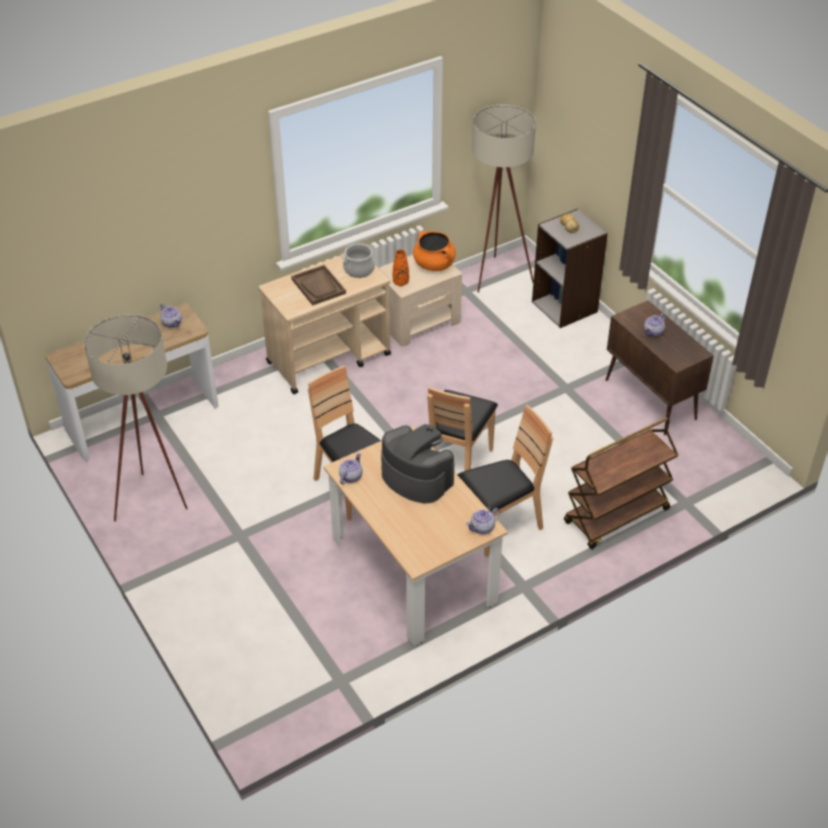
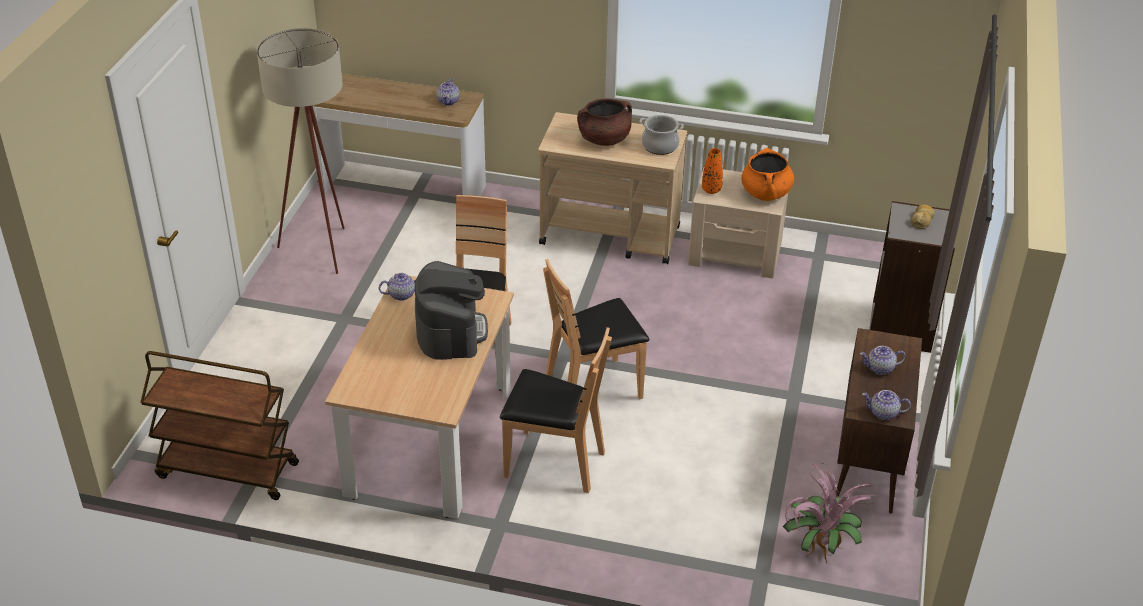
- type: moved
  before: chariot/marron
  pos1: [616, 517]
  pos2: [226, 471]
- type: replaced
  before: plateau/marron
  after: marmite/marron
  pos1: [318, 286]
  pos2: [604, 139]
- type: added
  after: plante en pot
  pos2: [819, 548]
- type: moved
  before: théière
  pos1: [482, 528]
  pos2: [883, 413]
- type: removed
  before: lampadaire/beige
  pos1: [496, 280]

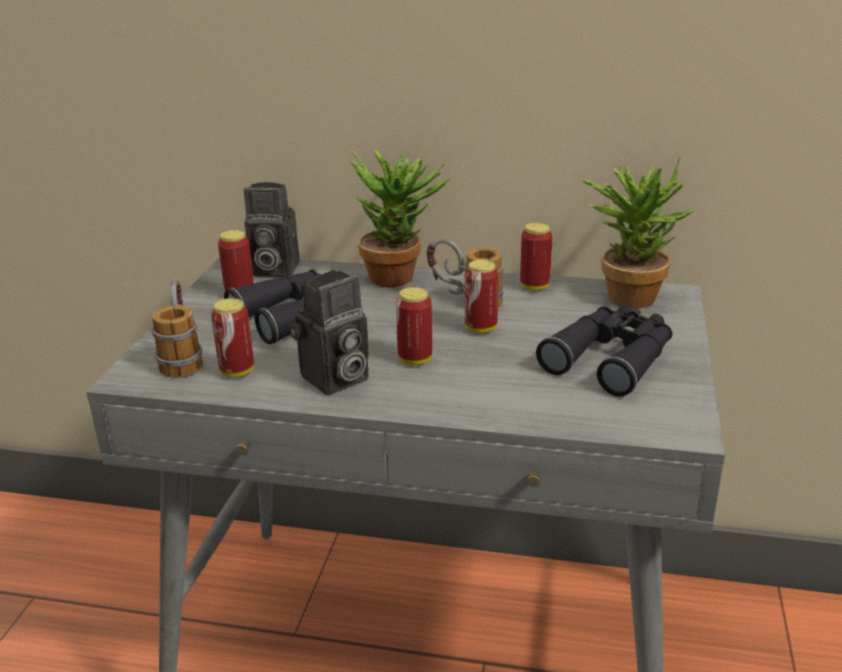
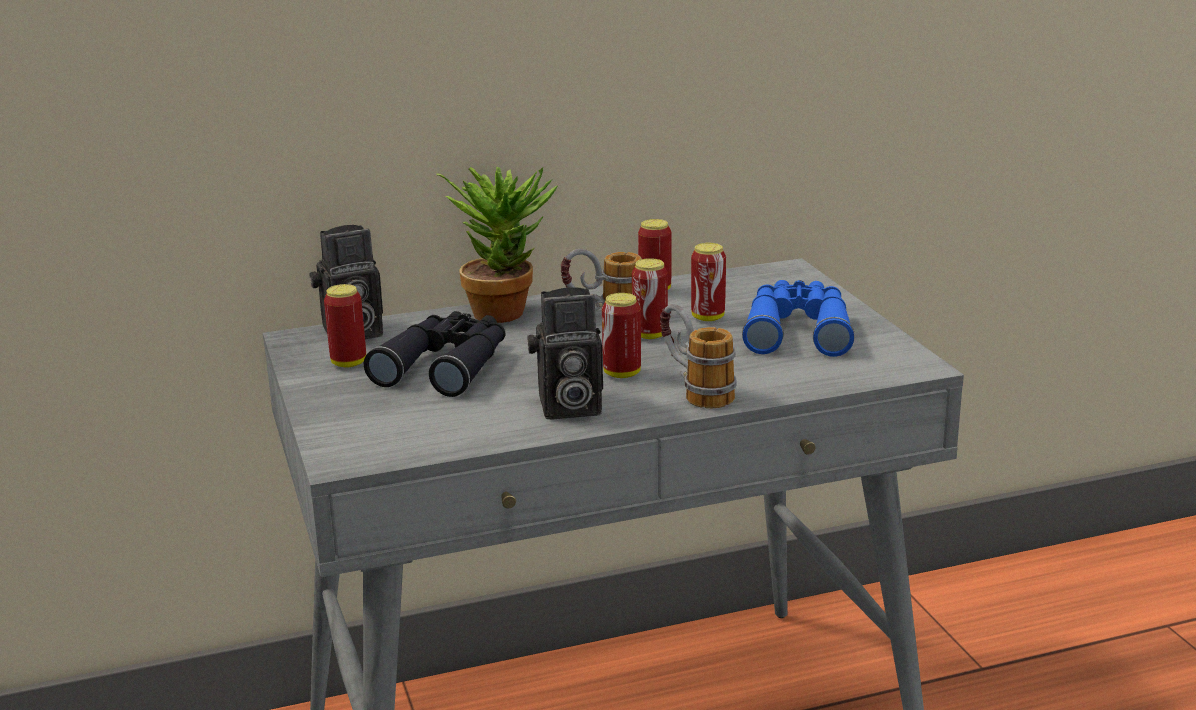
- type: turned
  before: appareil photo
  pos1: [334, 380]
  pos2: [566, 408]
  turn: 60
- type: moved
  before: mug
  pos1: [182, 357]
  pos2: [694, 391]
- type: moved
  before: boîte métallique
  pos1: [237, 371]
  pos2: [708, 317]
- type: recoloured
  before: jumelles/noir
  after: jumelles/bleu
  pos1: [612, 358]
  pos2: [797, 331]
- type: removed
  before: plante en pot
  pos1: [628, 293]

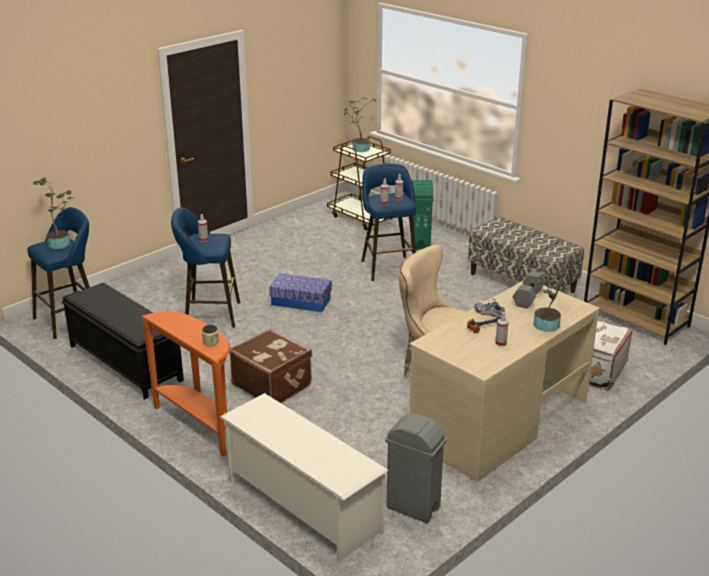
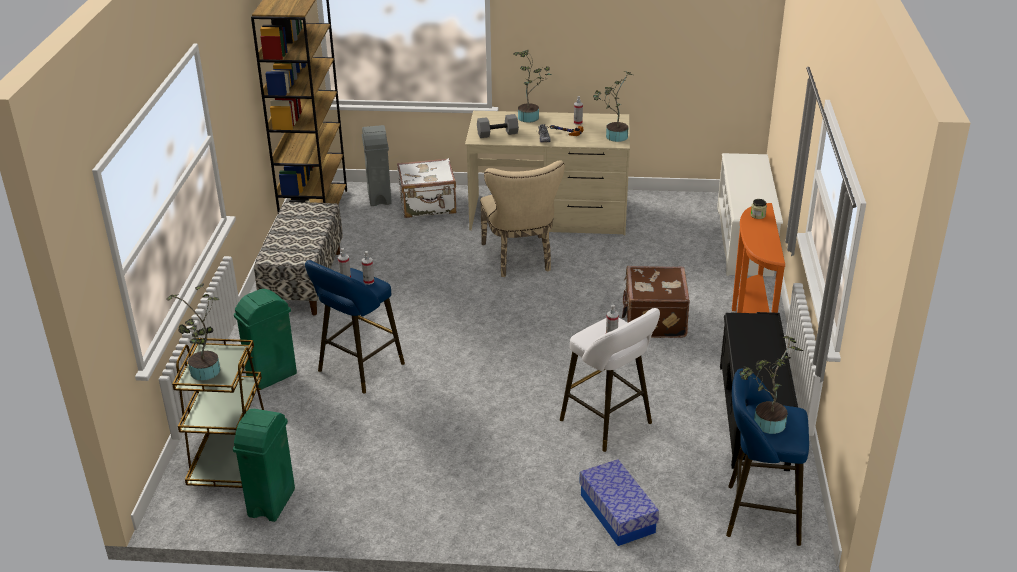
- type: added
  after: poubelle/vert
  pos2: [271, 503]
- type: moved
  before: poubelle/gris
  pos1: [413, 508]
  pos2: [379, 197]
- type: recoloured
  before: tabouret/bleu
  after: tabouret/blanc
  pos1: [208, 315]
  pos2: [609, 424]
- type: moved
  before: boîte de rangement
  pos1: [301, 302]
  pos2: [617, 513]
- type: added
  after: plante en pot
  pos2: [614, 137]

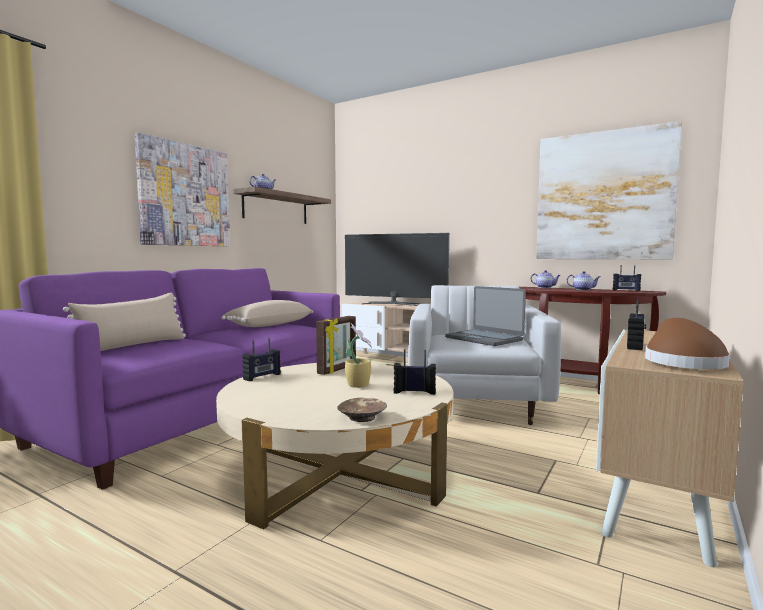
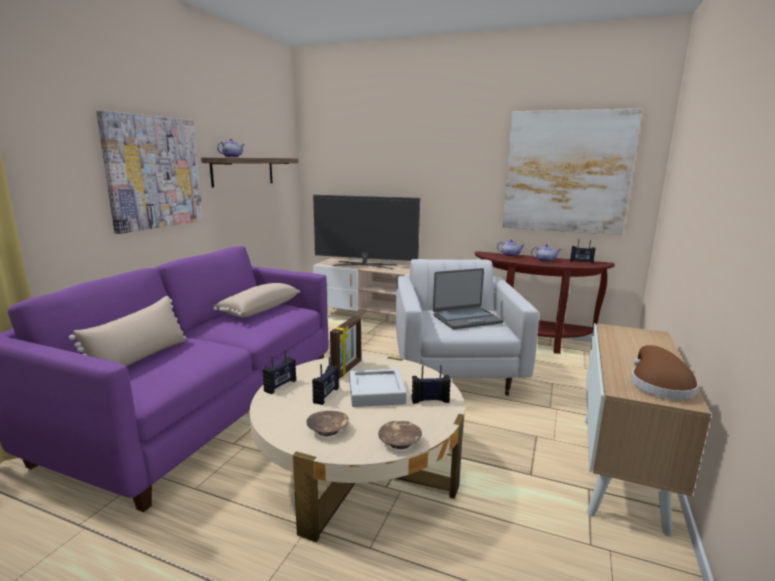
- type: added
  after: bol/marron
  pos2: [328, 430]
- type: moved
  before: radio
  pos1: [636, 346]
  pos2: [326, 395]
- type: replaced
  before: plante en pot
  after: plateau/gris
  pos1: [358, 385]
  pos2: [376, 392]
- type: turned
  before: ordinateur portable
  pos1: [484, 339]
  pos2: [466, 319]
  turn: -60

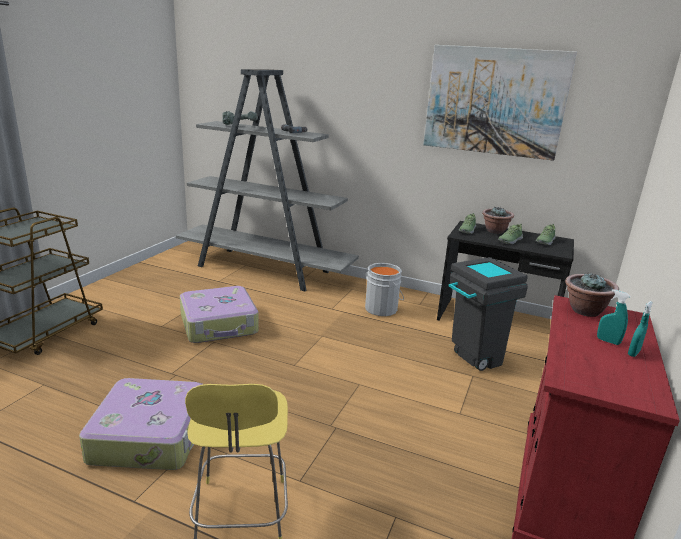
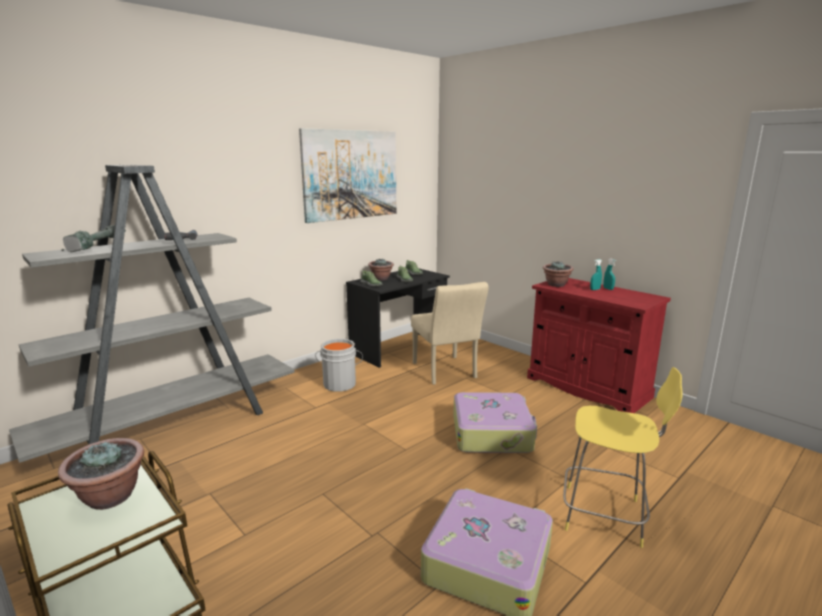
- type: added
  after: plante en pot
  pos2: [110, 497]
- type: replaced
  before: poubelle/gris
  after: chaise/beige
  pos1: [472, 360]
  pos2: [446, 372]
- type: moved
  before: valise
  pos1: [219, 324]
  pos2: [492, 433]

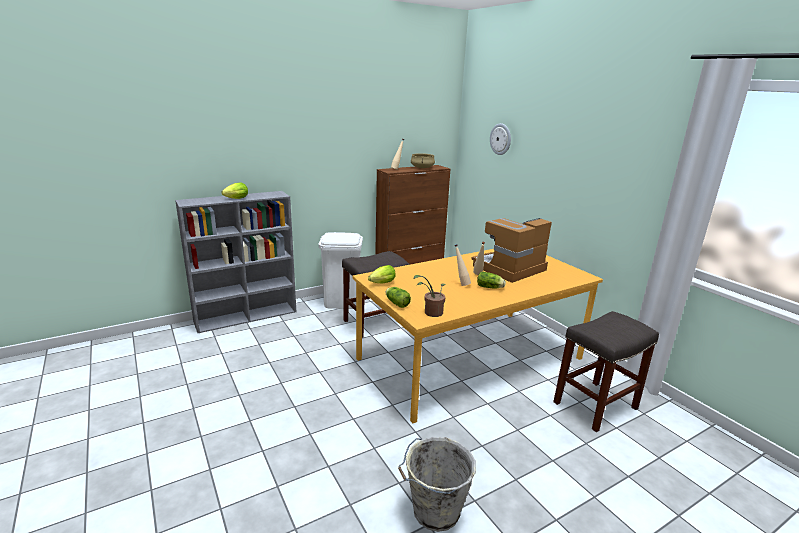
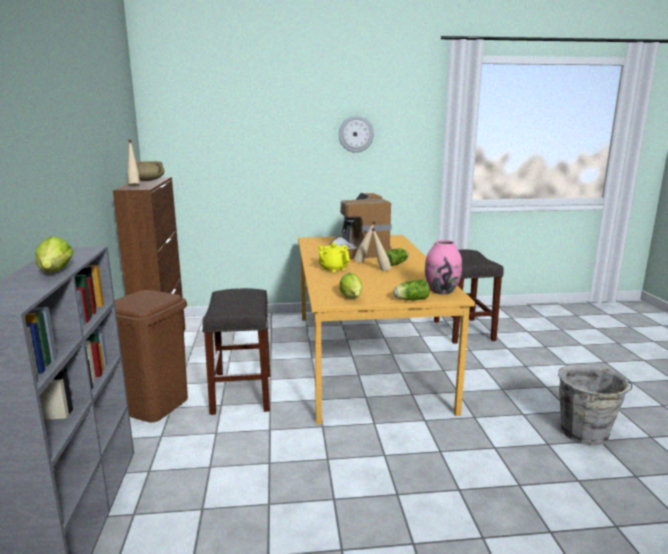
- type: recoloured
  before: poubelle/blanc
  after: poubelle/marron
  pos1: [342, 302]
  pos2: [155, 405]
- type: added
  after: théière/jaune
  pos2: [333, 268]
- type: moved
  before: horloge murale
  pos1: [500, 139]
  pos2: [356, 134]
- type: replaced
  before: plante en pot
  after: vase/rose
  pos1: [431, 313]
  pos2: [441, 291]

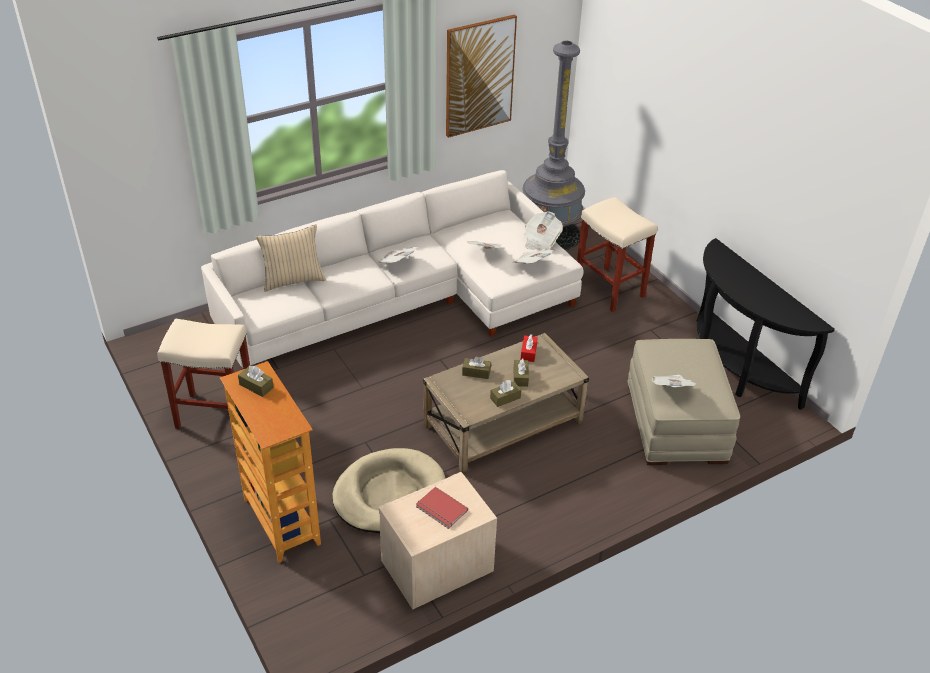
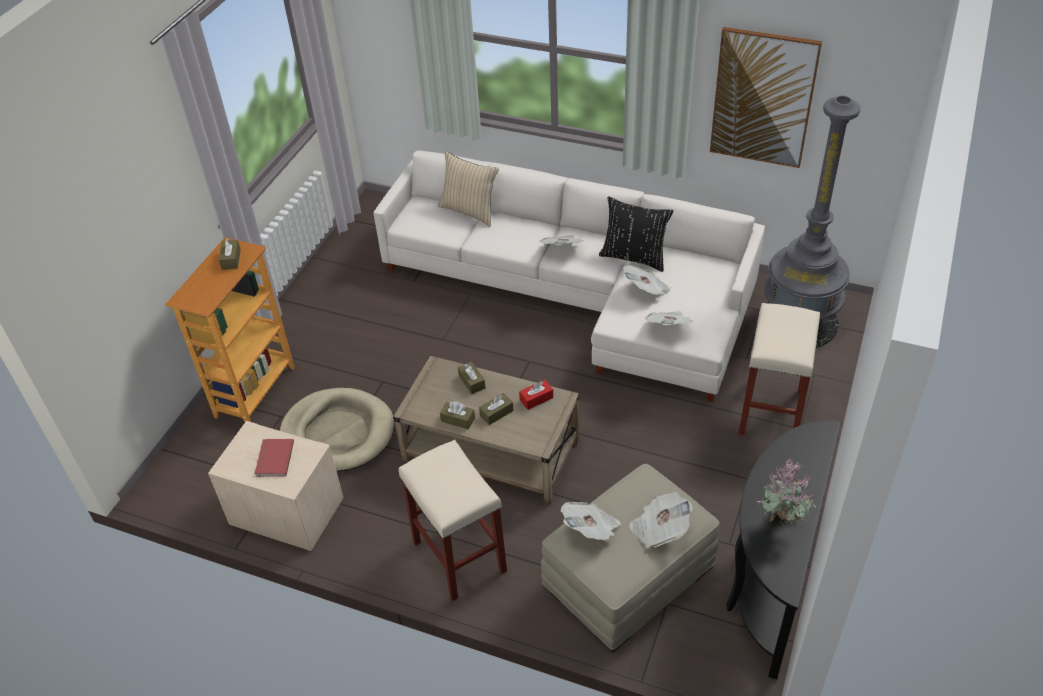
- type: moved
  before: tabouret/beige
  pos1: [217, 413]
  pos2: [460, 557]
- type: added
  after: coussin/noir
  pos2: [634, 257]
- type: moved
  before: journal
  pos1: [540, 240]
  pos2: [659, 529]
- type: added
  after: plante en pot
  pos2: [781, 524]

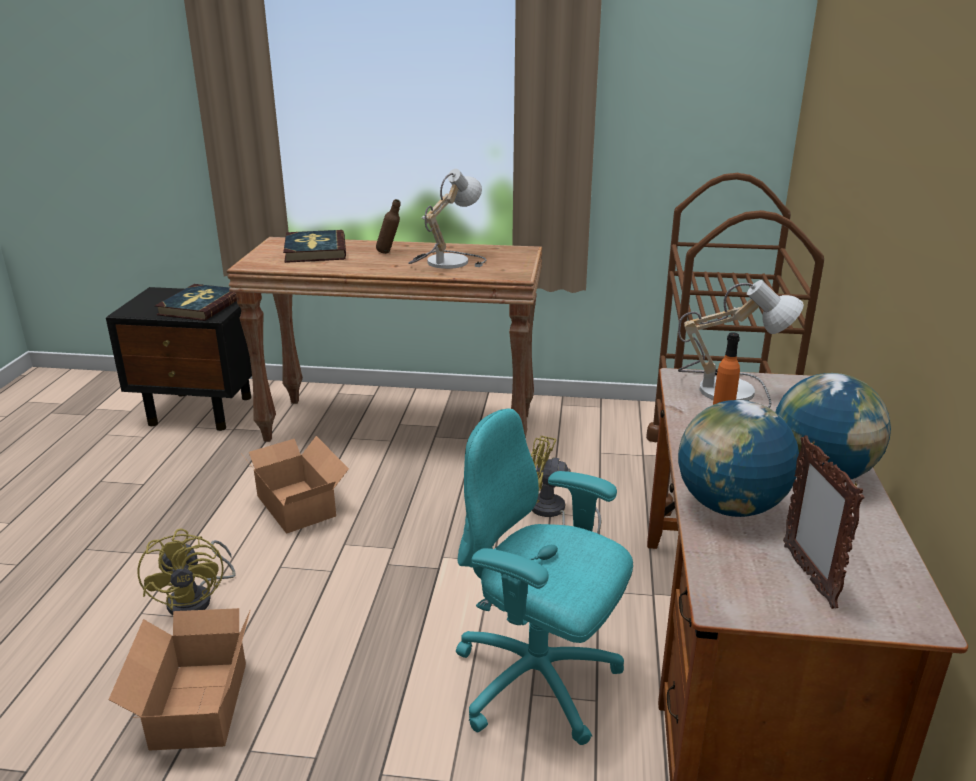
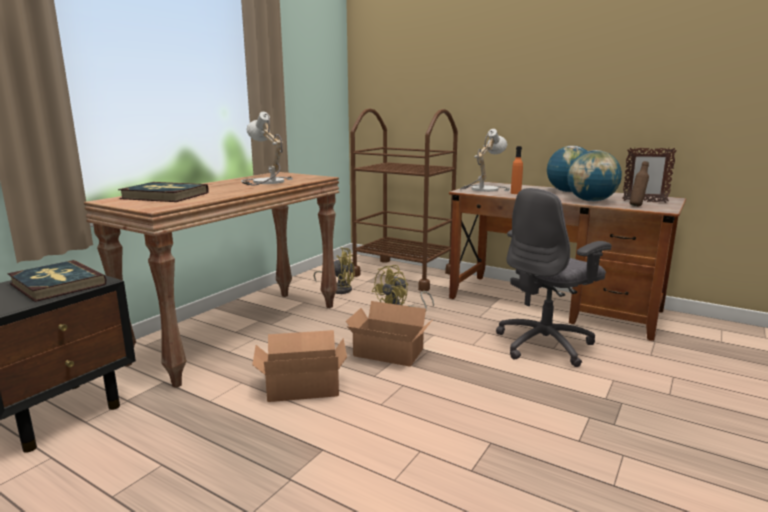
- type: moved
  before: ventilateur/jaune
  pos1: [198, 598]
  pos2: [339, 289]
- type: moved
  before: carton
  pos1: [194, 707]
  pos2: [389, 354]
- type: recoloured
  before: chaise de bureau/turquoise
  after: chaise de bureau/gris
  pos1: [538, 683]
  pos2: [545, 345]
- type: moved
  before: bouteille/marron
  pos1: [389, 253]
  pos2: [637, 205]

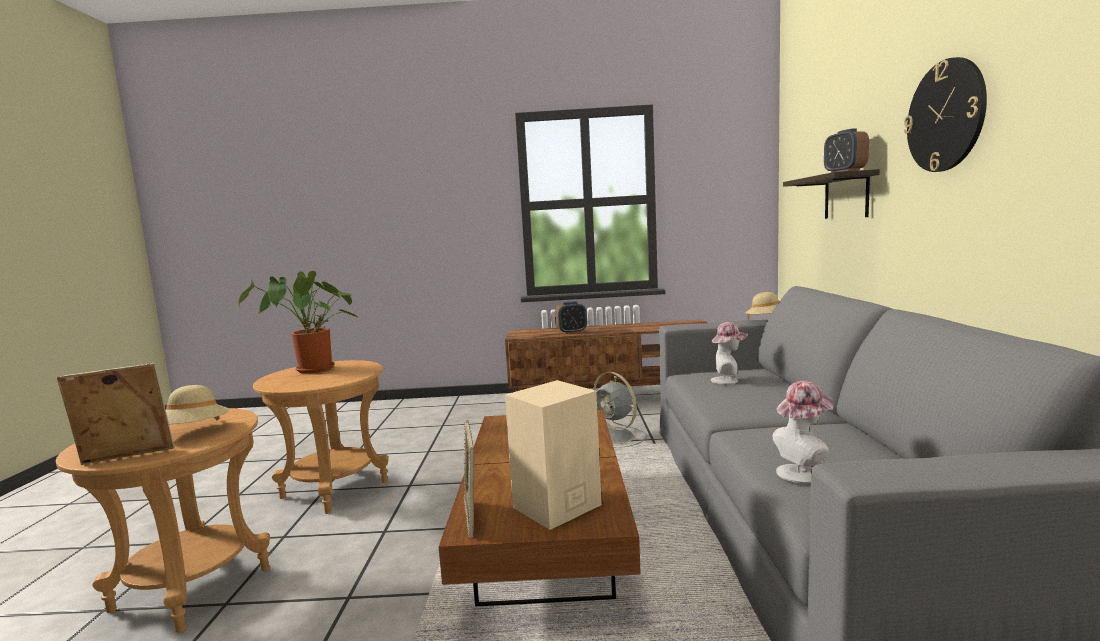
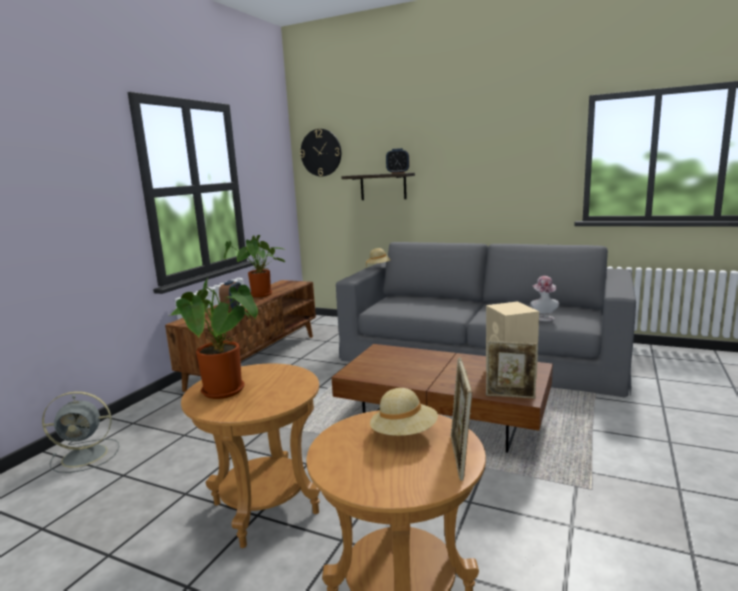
- type: moved
  before: ventilateur/gris
  pos1: [616, 437]
  pos2: [87, 455]
- type: added
  after: plante en pot
  pos2: [261, 295]
- type: moved
  before: horloge murale
  pos1: [945, 116]
  pos2: [321, 152]
- type: removed
  before: chapeau
  pos1: [728, 380]

